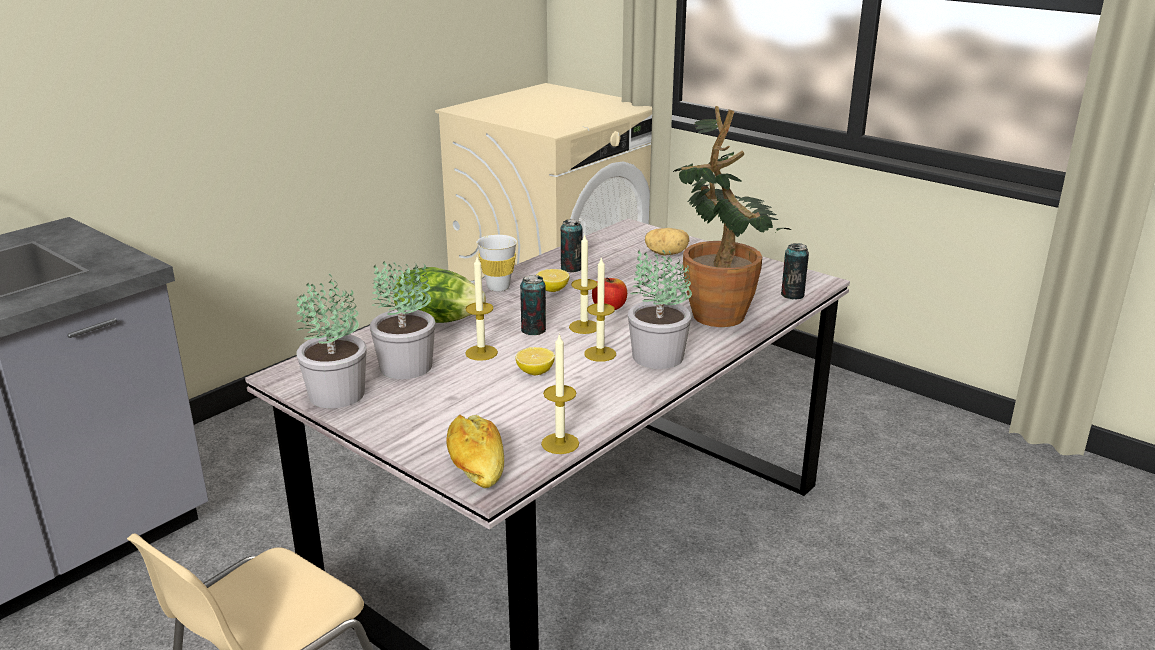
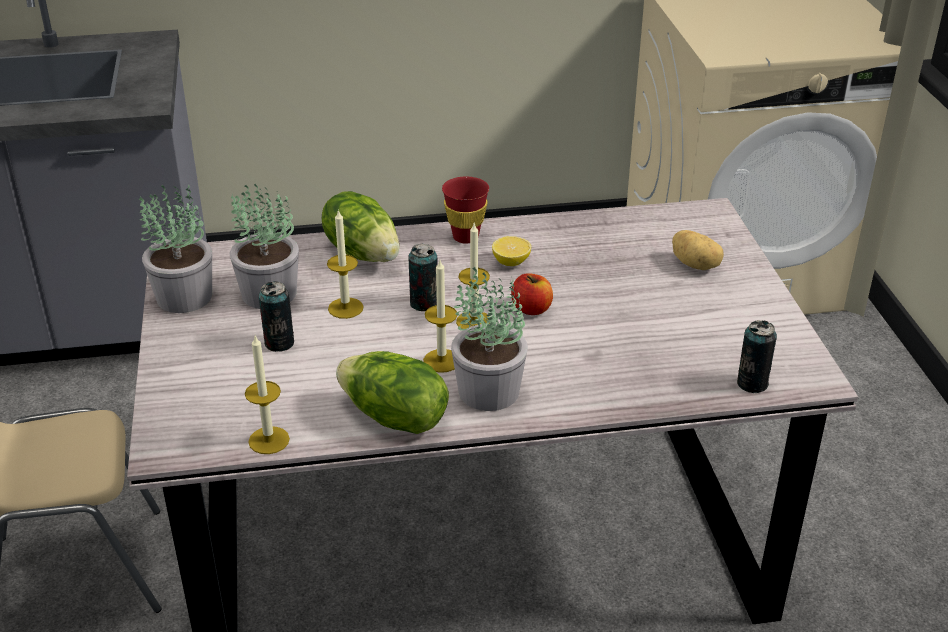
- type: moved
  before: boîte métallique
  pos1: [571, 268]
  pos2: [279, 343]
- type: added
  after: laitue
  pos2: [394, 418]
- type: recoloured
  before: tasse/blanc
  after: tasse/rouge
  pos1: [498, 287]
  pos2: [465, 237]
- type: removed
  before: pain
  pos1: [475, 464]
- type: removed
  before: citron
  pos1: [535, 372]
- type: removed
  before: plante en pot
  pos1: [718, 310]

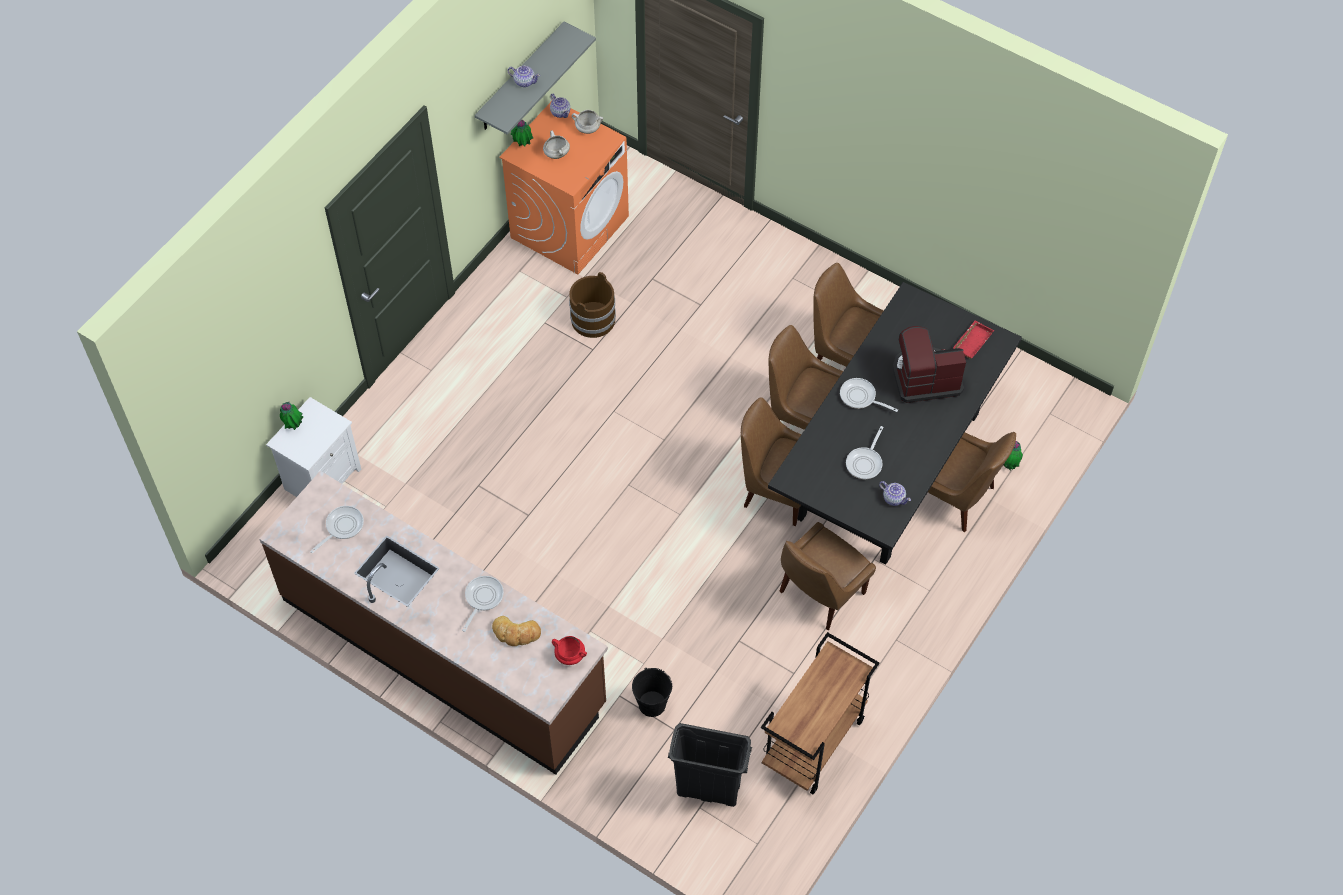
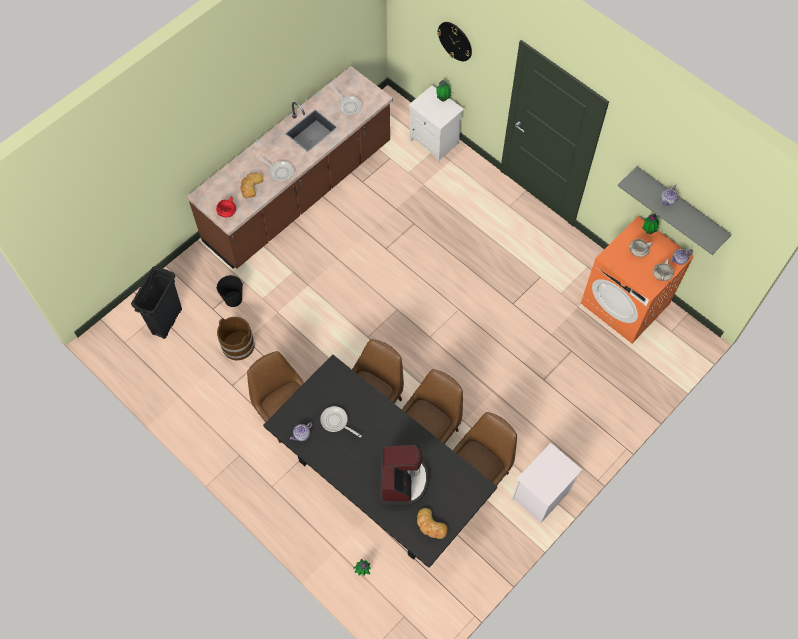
- type: moved
  before: seau/marron
  pos1: [593, 320]
  pos2: [238, 345]
- type: replaced
  before: plateau/rouge
  after: pain
  pos1: [972, 341]
  pos2: [430, 525]
- type: added
  after: horloge murale
  pos2: [455, 41]
- type: added
  after: table de chevet/blanc
  pos2: [541, 496]
- type: removed
  before: chariot/marron
  pos1: [813, 743]
- type: removed
  before: poêle
  pos1: [860, 397]
- type: removed
  before: chaise/marron
  pos1: [958, 498]

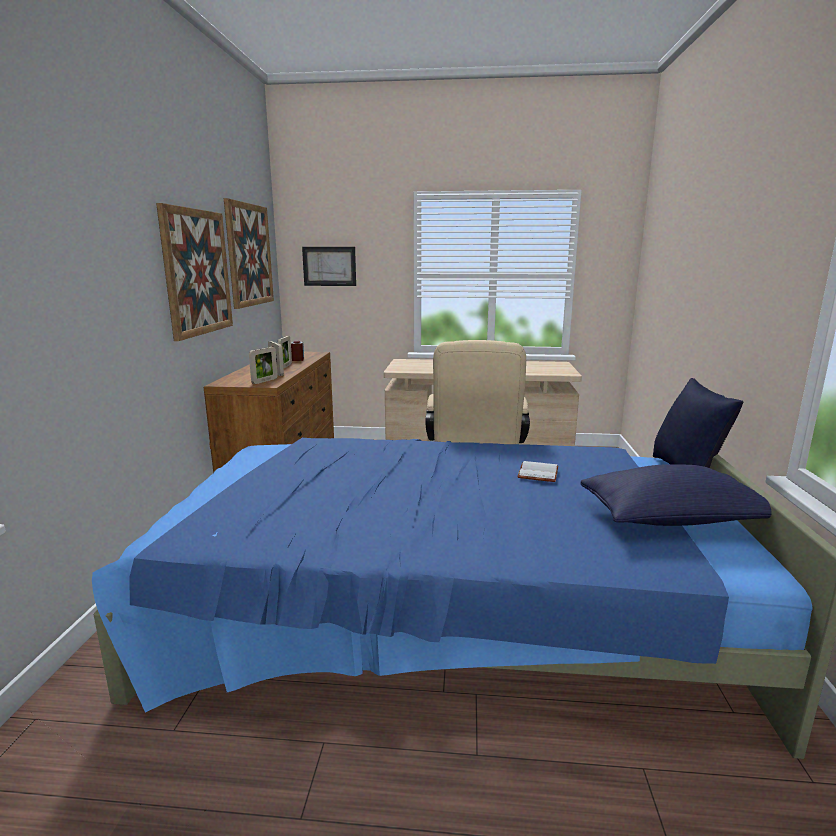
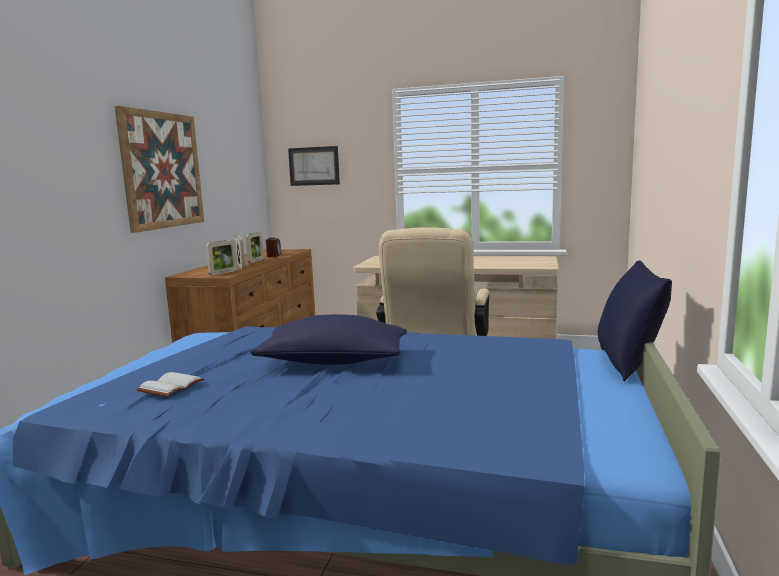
- type: moved
  before: livre/blanc
  pos1: [537, 473]
  pos2: [170, 386]
- type: moved
  before: coussin/bleu
  pos1: [673, 520]
  pos2: [333, 362]
- type: removed
  before: tableau
  pos1: [249, 255]

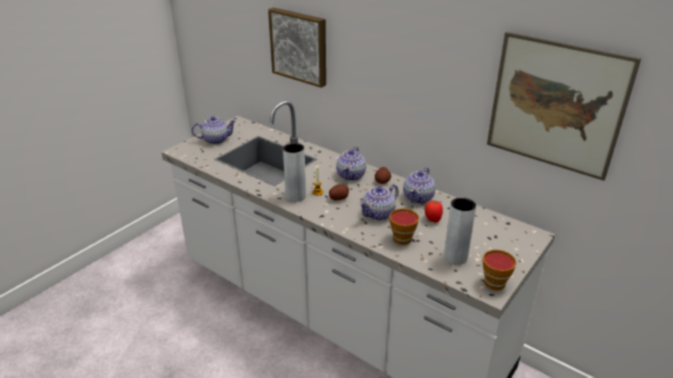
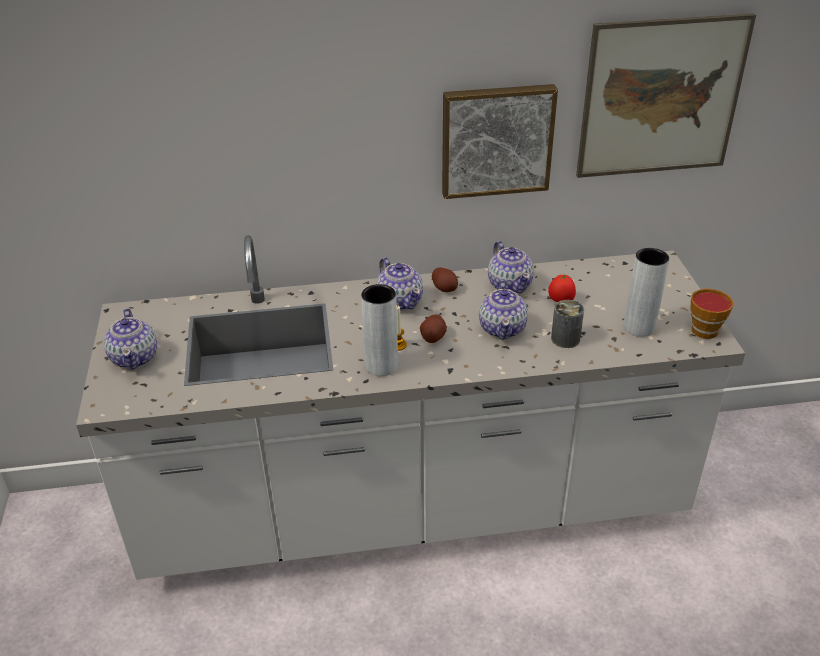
- type: turned
  before: théière
  pos1: [215, 140]
  pos2: [135, 357]
  turn: 135
- type: moved
  before: tableau
  pos1: [300, 46]
  pos2: [496, 140]
- type: replaced
  before: tasse
  after: boîte métallique
  pos1: [402, 237]
  pos2: [565, 339]

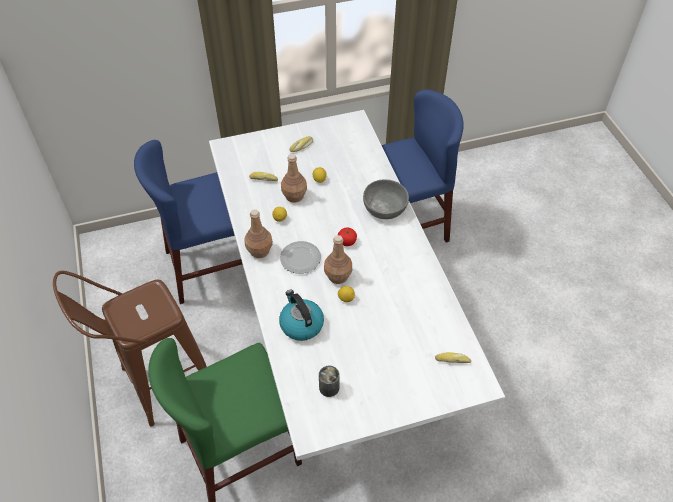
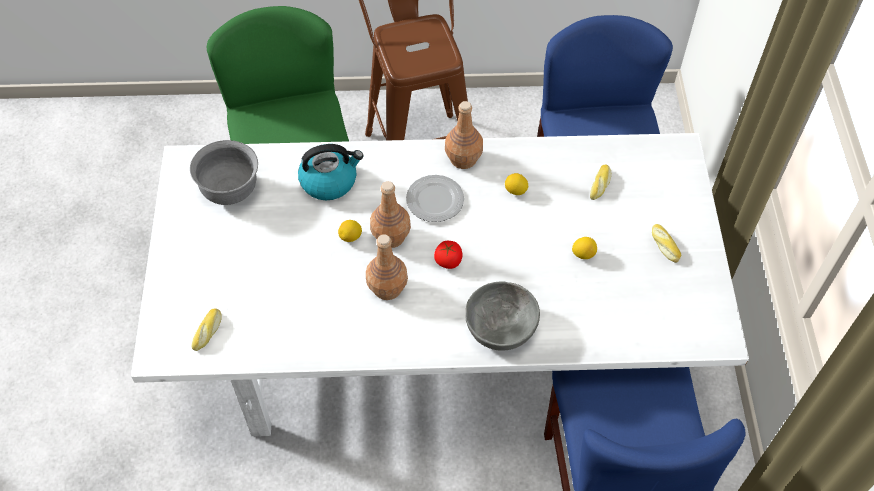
- type: replaced
  before: boîte métallique
  after: bol/gris
  pos1: [329, 387]
  pos2: [230, 191]
- type: moved
  before: bouteille/marron
  pos1: [294, 196]
  pos2: [388, 288]

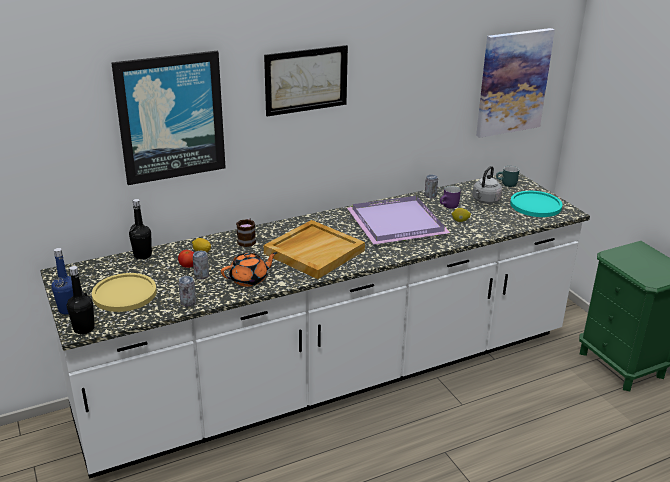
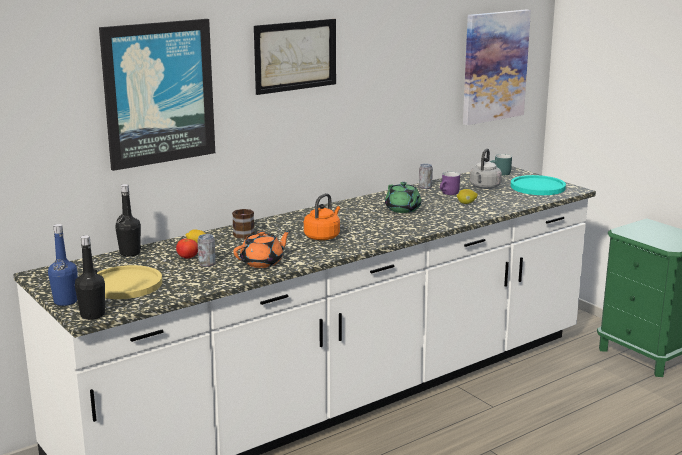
- type: replaced
  before: plateau/beige
  after: bouilloire/orange
  pos1: [314, 251]
  pos2: [323, 236]
- type: replaced
  before: plateau/violet
  after: théière/vert
  pos1: [399, 223]
  pos2: [403, 209]
- type: removed
  before: boîte métallique
  pos1: [188, 302]

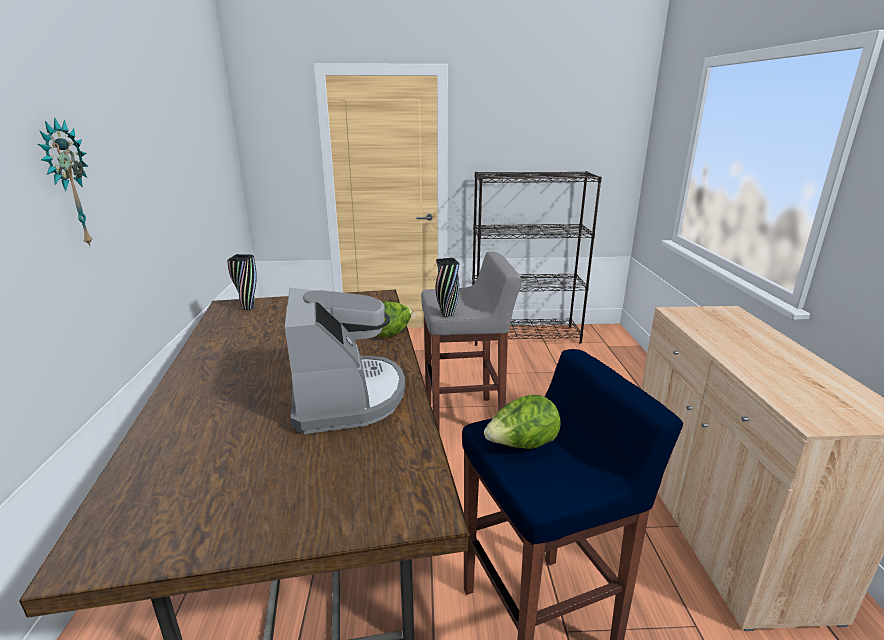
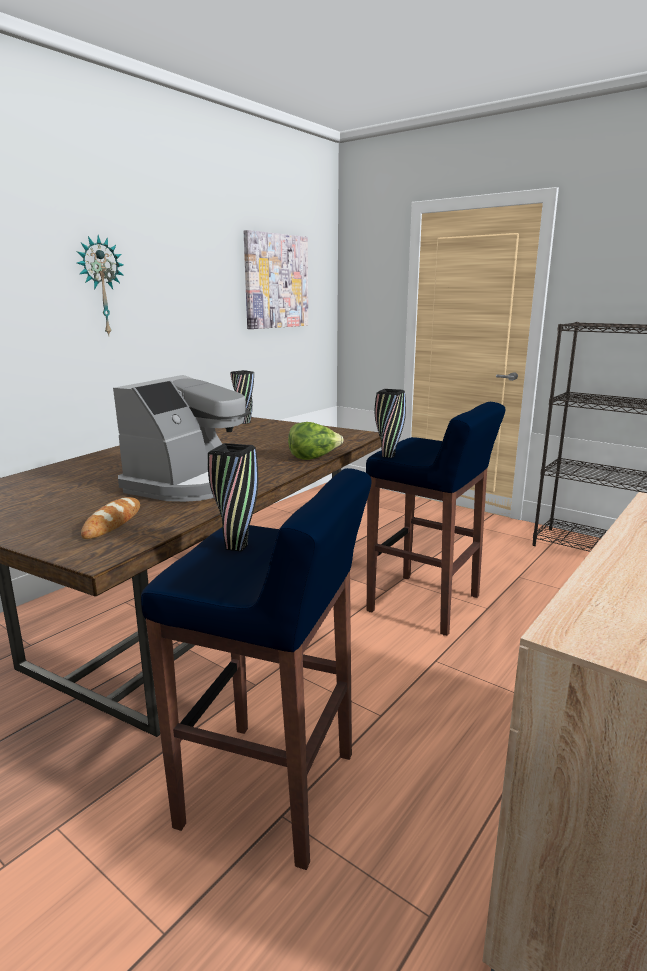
- type: added
  after: pain
  pos2: [113, 522]
- type: replaced
  before: laitue
  after: vase/noir
  pos1: [521, 446]
  pos2: [237, 547]
- type: added
  after: tableau
  pos2: [276, 281]
- type: recoloured
  before: tabouret/gris
  after: tabouret/bleu
  pos1: [464, 420]
  pos2: [425, 604]

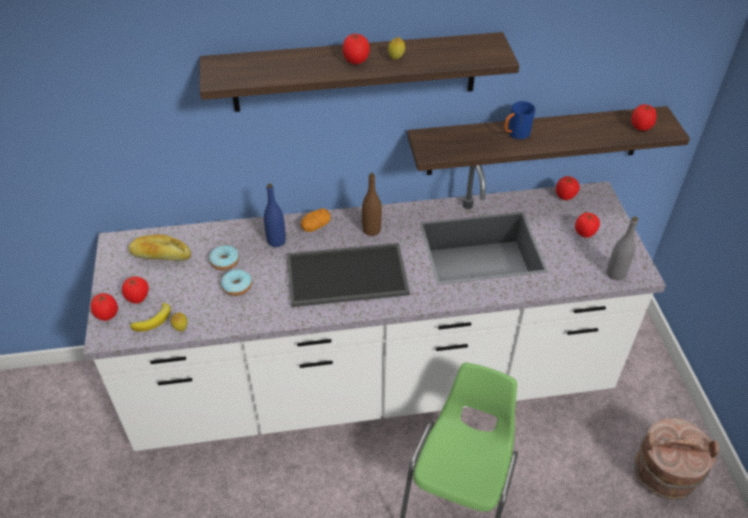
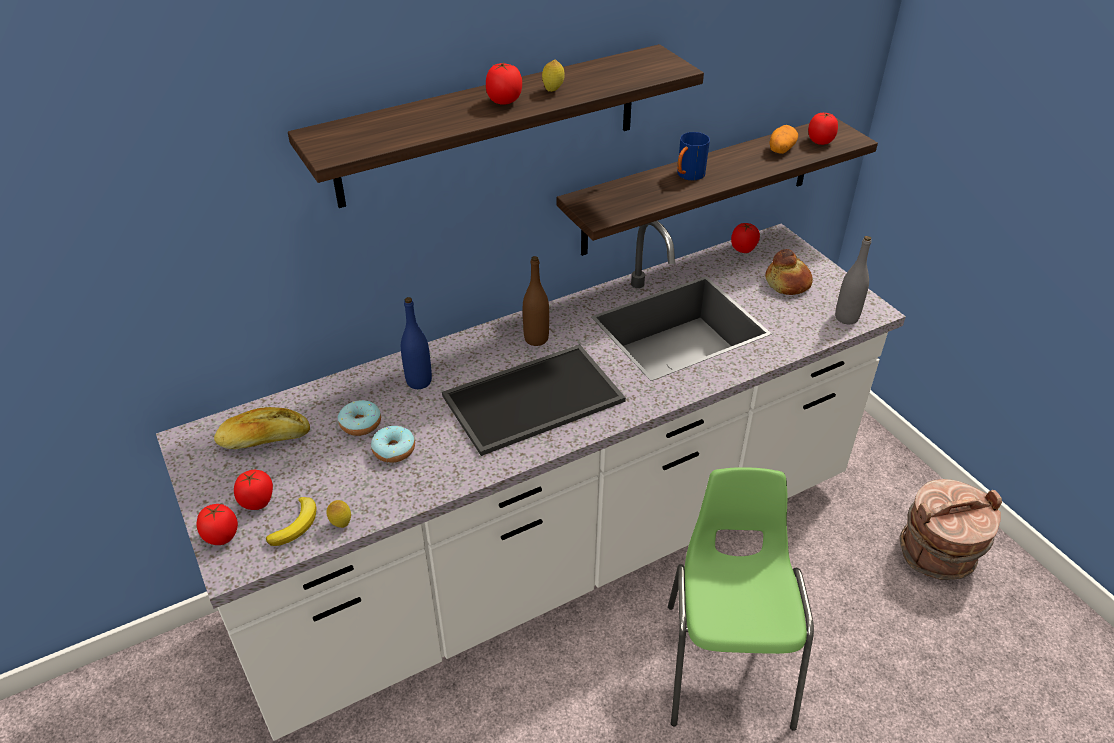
- type: replaced
  before: tomate
  after: pain
  pos1: [585, 233]
  pos2: [788, 283]
- type: moved
  before: pomme de terre
  pos1: [315, 226]
  pos2: [781, 149]

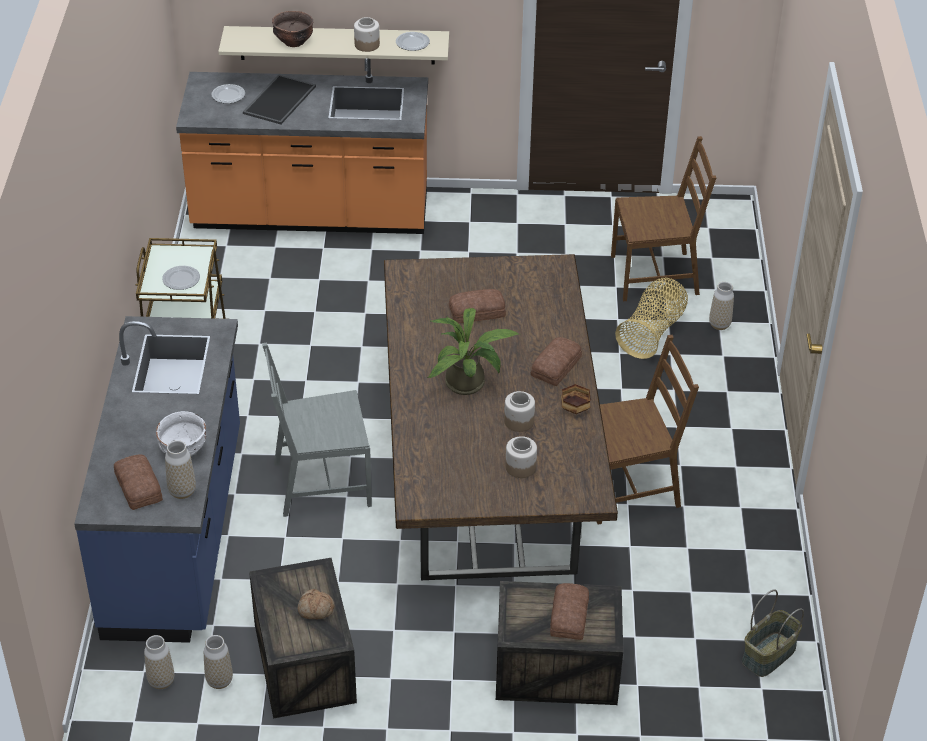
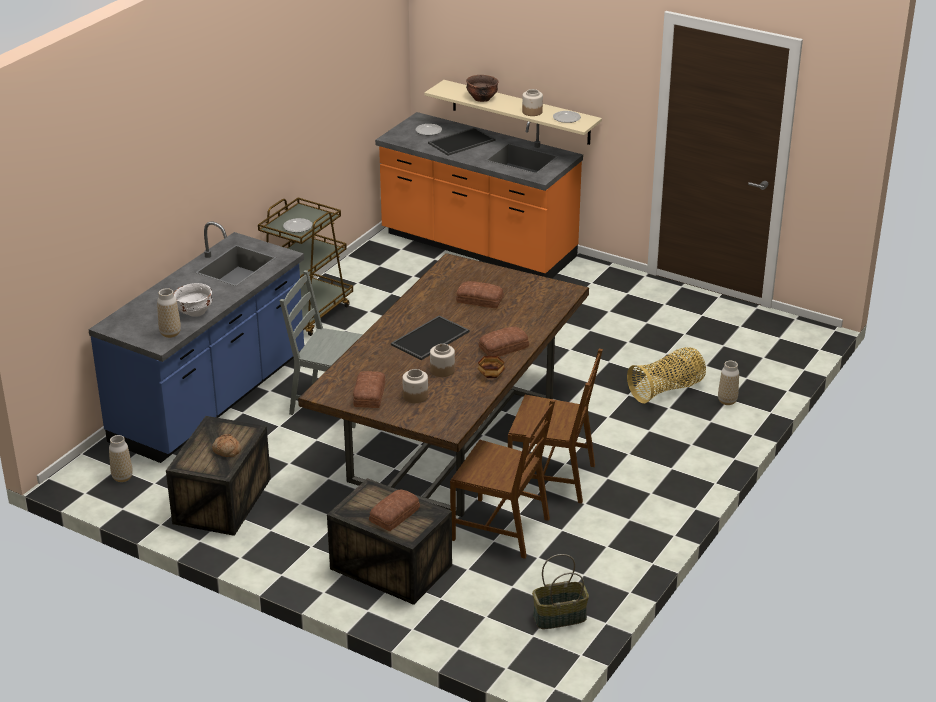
- type: moved
  before: pain
  pos1: [137, 488]
  pos2: [368, 395]
- type: replaced
  before: plante en pot
  after: plateau
  pos1: [470, 384]
  pos2: [430, 339]
- type: moved
  before: chaise/marron
  pos1: [655, 275]
  pos2: [502, 528]
- type: removed
  before: vase
  pos1: [219, 681]

